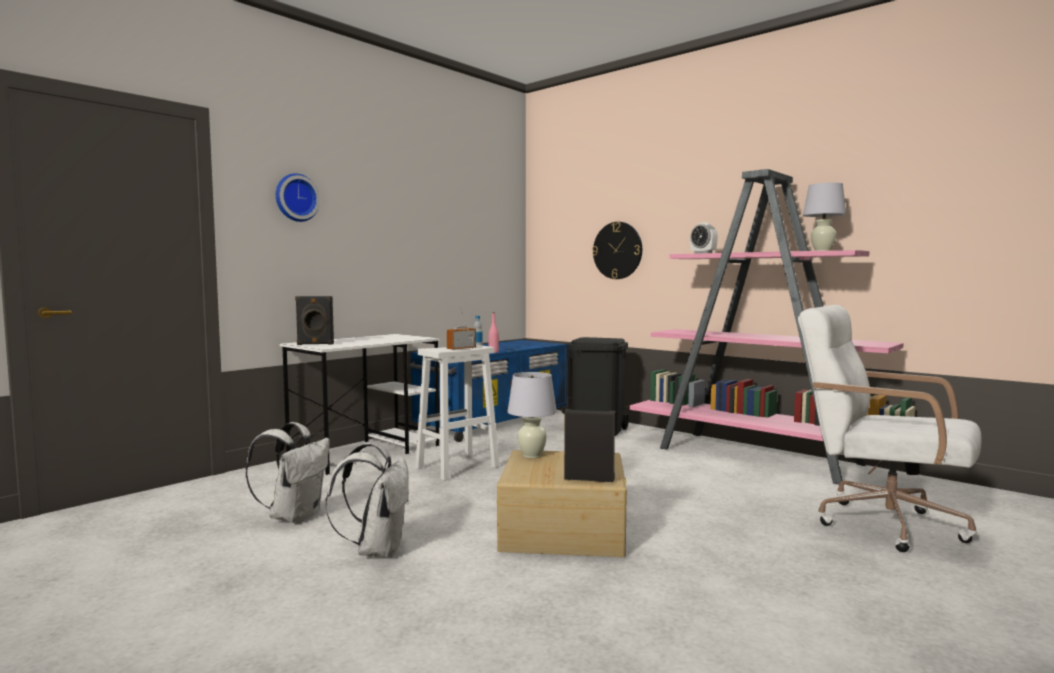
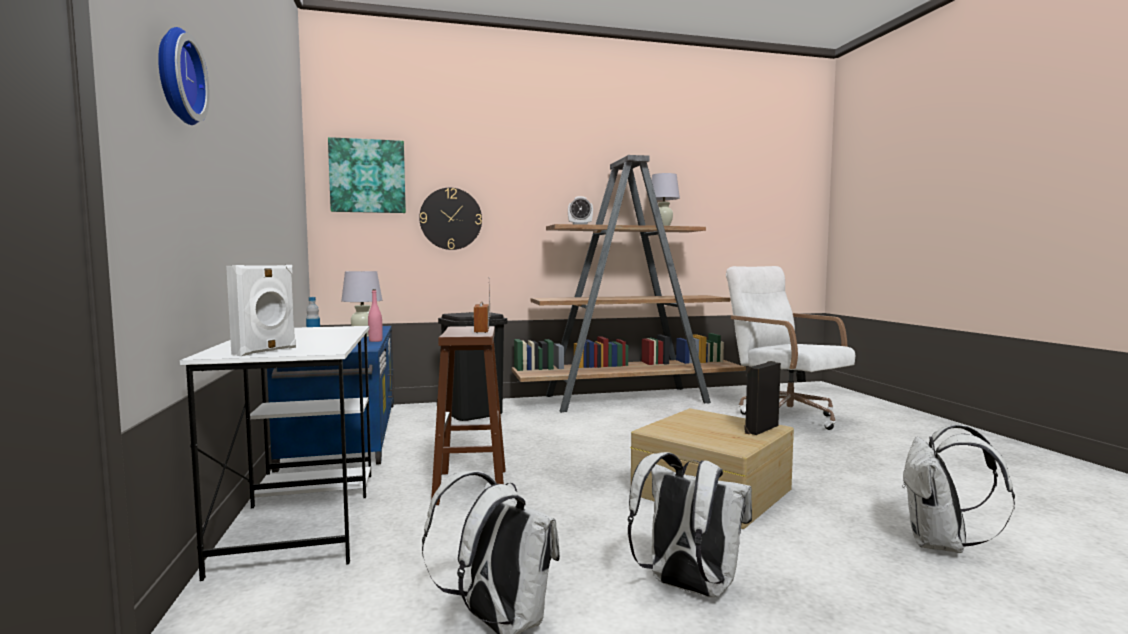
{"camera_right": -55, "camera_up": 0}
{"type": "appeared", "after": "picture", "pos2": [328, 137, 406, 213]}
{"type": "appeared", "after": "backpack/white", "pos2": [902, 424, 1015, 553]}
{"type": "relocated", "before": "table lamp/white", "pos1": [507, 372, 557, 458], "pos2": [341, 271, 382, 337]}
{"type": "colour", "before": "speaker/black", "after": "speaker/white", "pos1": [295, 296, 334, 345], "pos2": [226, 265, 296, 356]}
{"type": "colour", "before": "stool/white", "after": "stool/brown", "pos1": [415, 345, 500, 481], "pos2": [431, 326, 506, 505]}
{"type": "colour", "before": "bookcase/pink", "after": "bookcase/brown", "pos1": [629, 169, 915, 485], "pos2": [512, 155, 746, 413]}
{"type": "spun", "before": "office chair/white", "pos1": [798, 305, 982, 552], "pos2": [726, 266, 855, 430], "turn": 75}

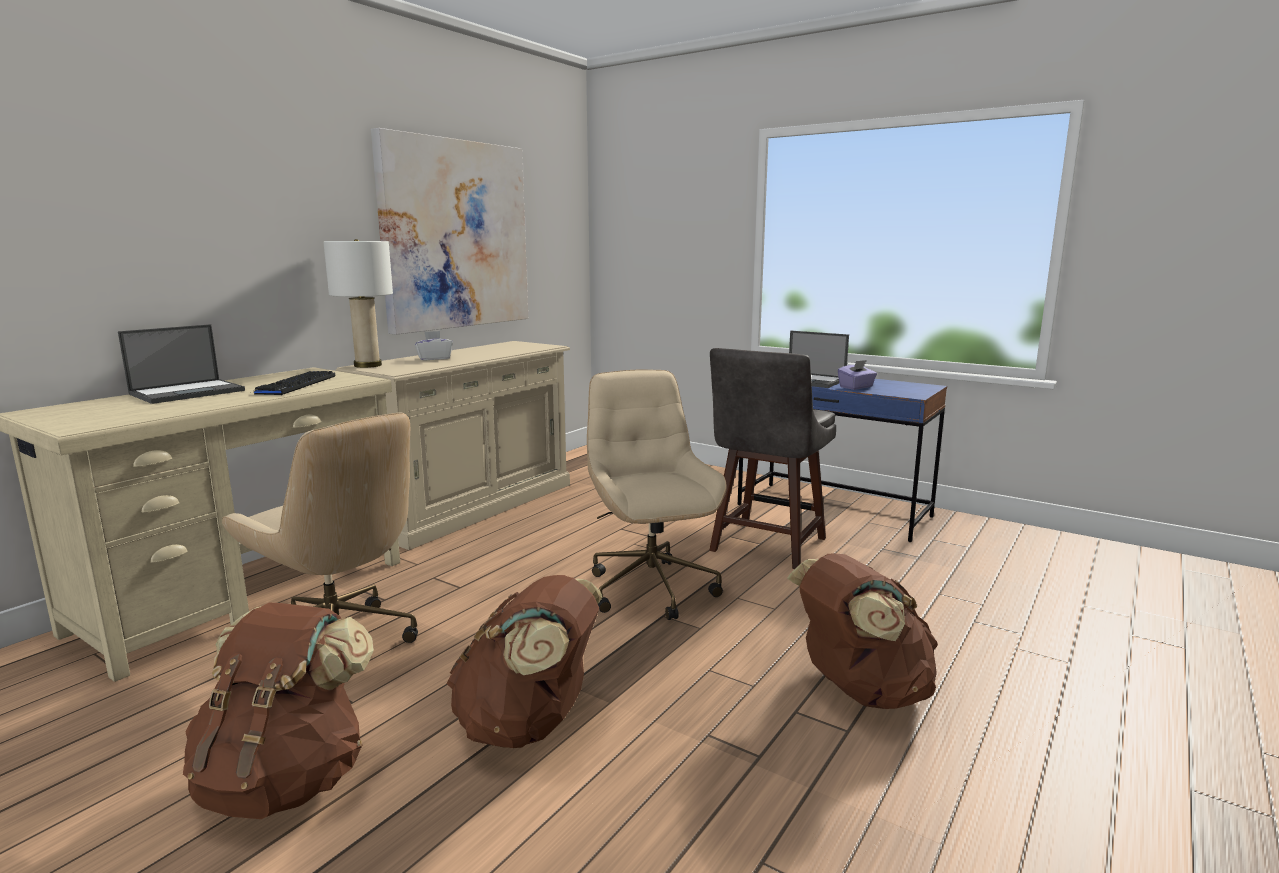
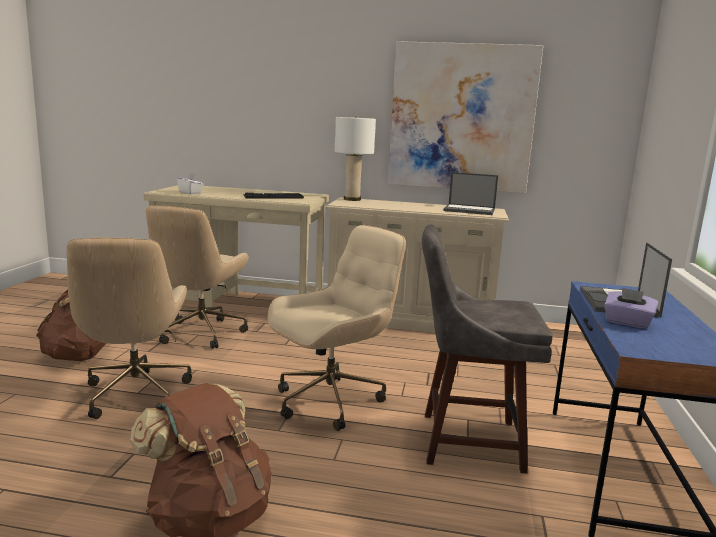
{"camera_right": 65, "camera_up": 0}
{"type": "relocated", "before": "laptop", "pos1": [118, 324, 245, 404], "pos2": [443, 172, 498, 215]}
{"type": "relocated", "before": "tissue box/white", "pos1": [415, 331, 453, 360], "pos2": [177, 173, 204, 194]}
{"type": "exchanged", "before": "backpack/brown", "after": "office chair/beige", "pos1": [446, 575, 602, 748], "pos2": [66, 238, 192, 419]}

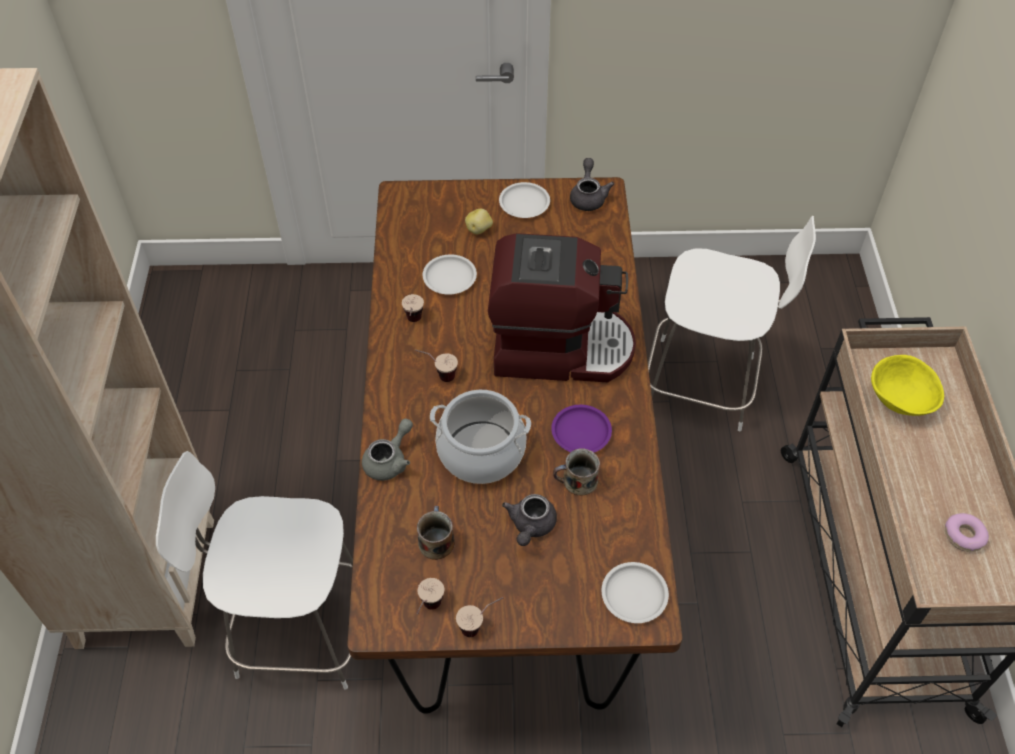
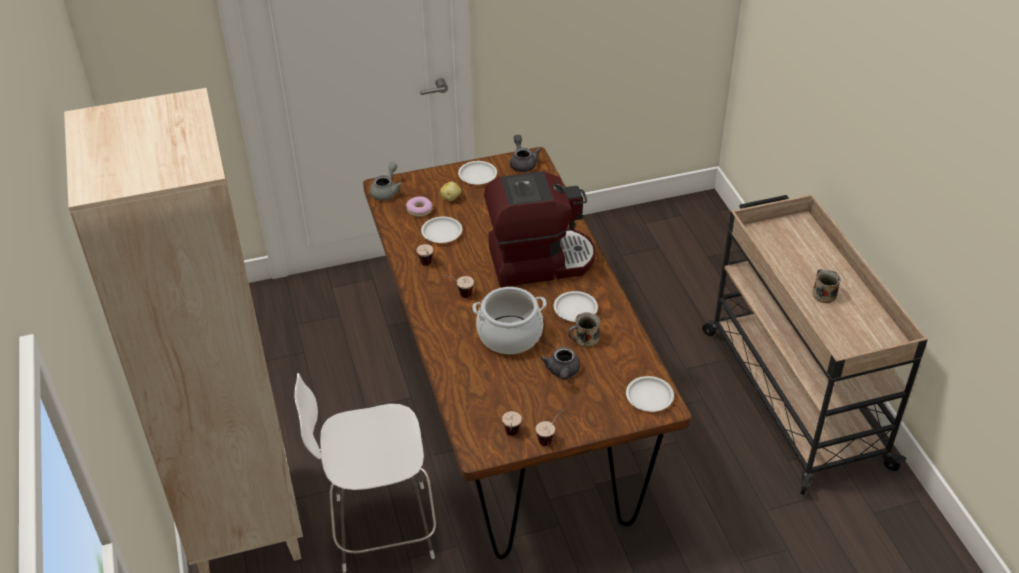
{"camera_right": -15, "camera_up": -10}
{"type": "missing", "before": "stool/white", "pos1": [648, 216, 816, 432]}
{"type": "missing", "before": "bowl/yellow", "pos1": [871, 355, 944, 416]}
{"type": "relocated", "before": "teapot/grey", "pos1": [362, 418, 413, 481], "pos2": [370, 162, 402, 201]}
{"type": "relocated", "before": "mug", "pos1": [417, 506, 455, 560], "pos2": [813, 269, 841, 303]}
{"type": "relocated", "before": "donut", "pos1": [945, 513, 989, 552], "pos2": [406, 196, 432, 217]}
{"type": "colour", "before": "plate/purple", "after": "plate/white", "pos1": [551, 405, 612, 452], "pos2": [554, 291, 598, 322]}

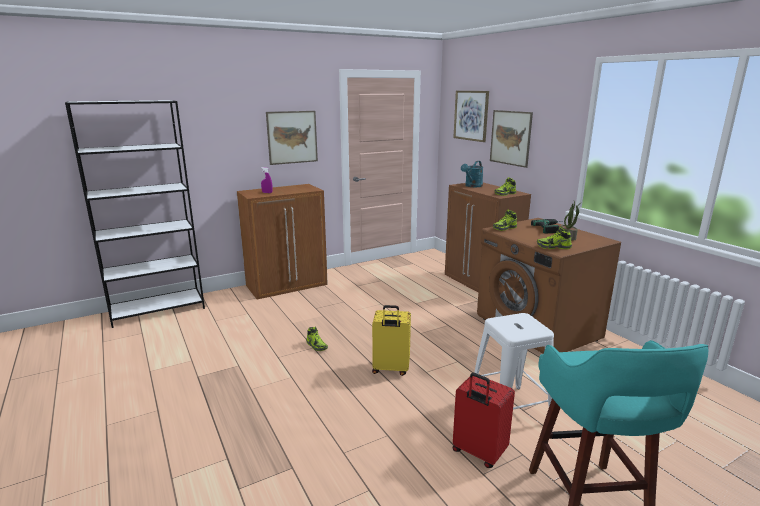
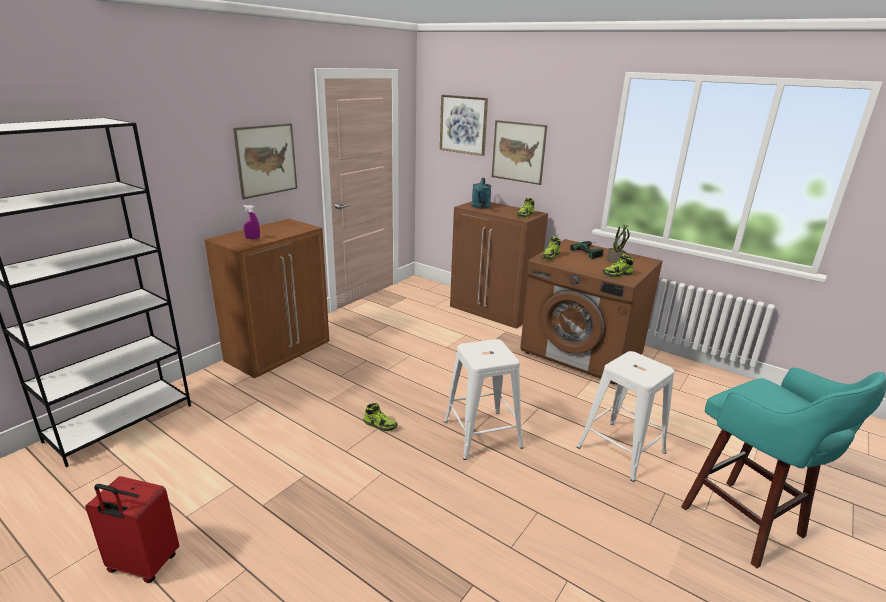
{"camera_right": -25, "camera_up": 5}
{"type": "relocated", "before": "suitcase/red", "pos1": [453, 373, 515, 468], "pos2": [85, 476, 179, 583]}
{"type": "exchanged", "before": "suitcase/yellow", "after": "stool/white", "pos1": [372, 305, 411, 376], "pos2": [444, 339, 524, 460]}

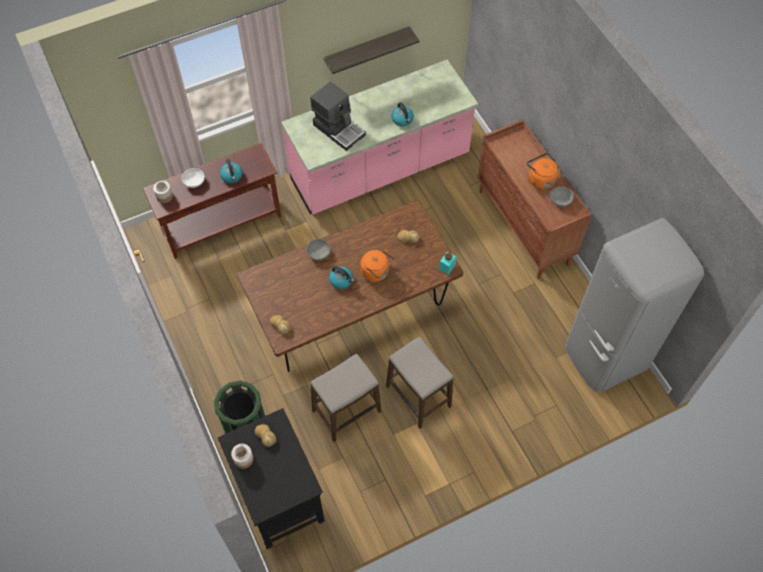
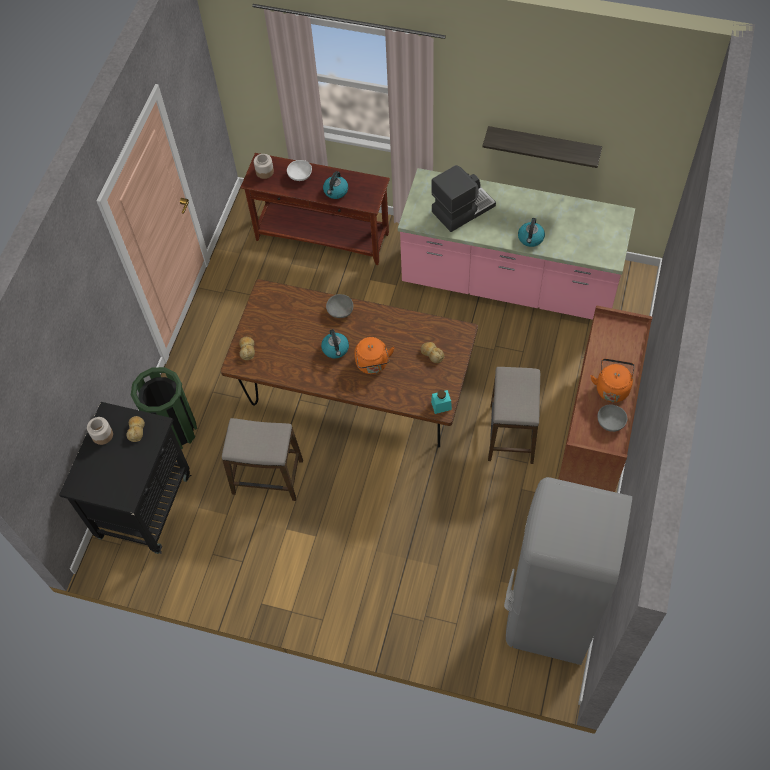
{"camera_right": 45, "camera_up": 0}
{"type": "relocated", "before": "stool", "pos1": [386, 337, 453, 429], "pos2": [488, 367, 540, 464]}
{"type": "spun", "before": "coffee machine", "pos1": [310, 81, 366, 151], "pos2": [431, 165, 496, 232], "turn": -120}

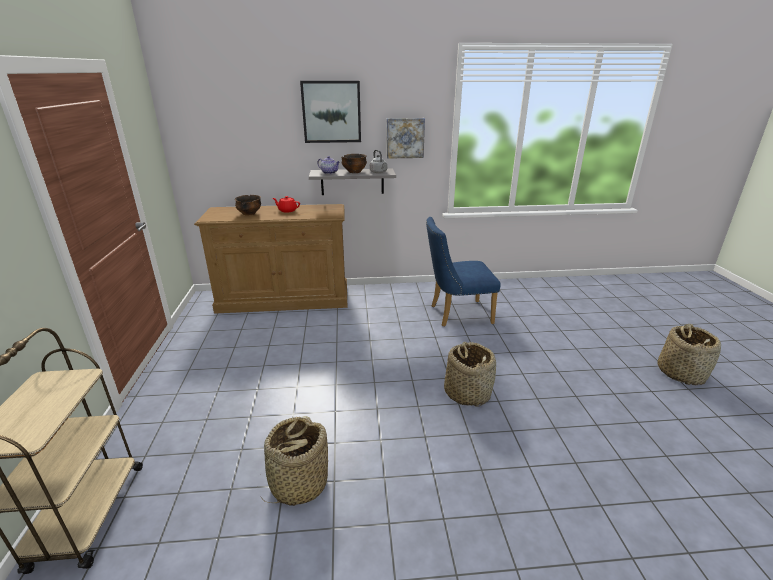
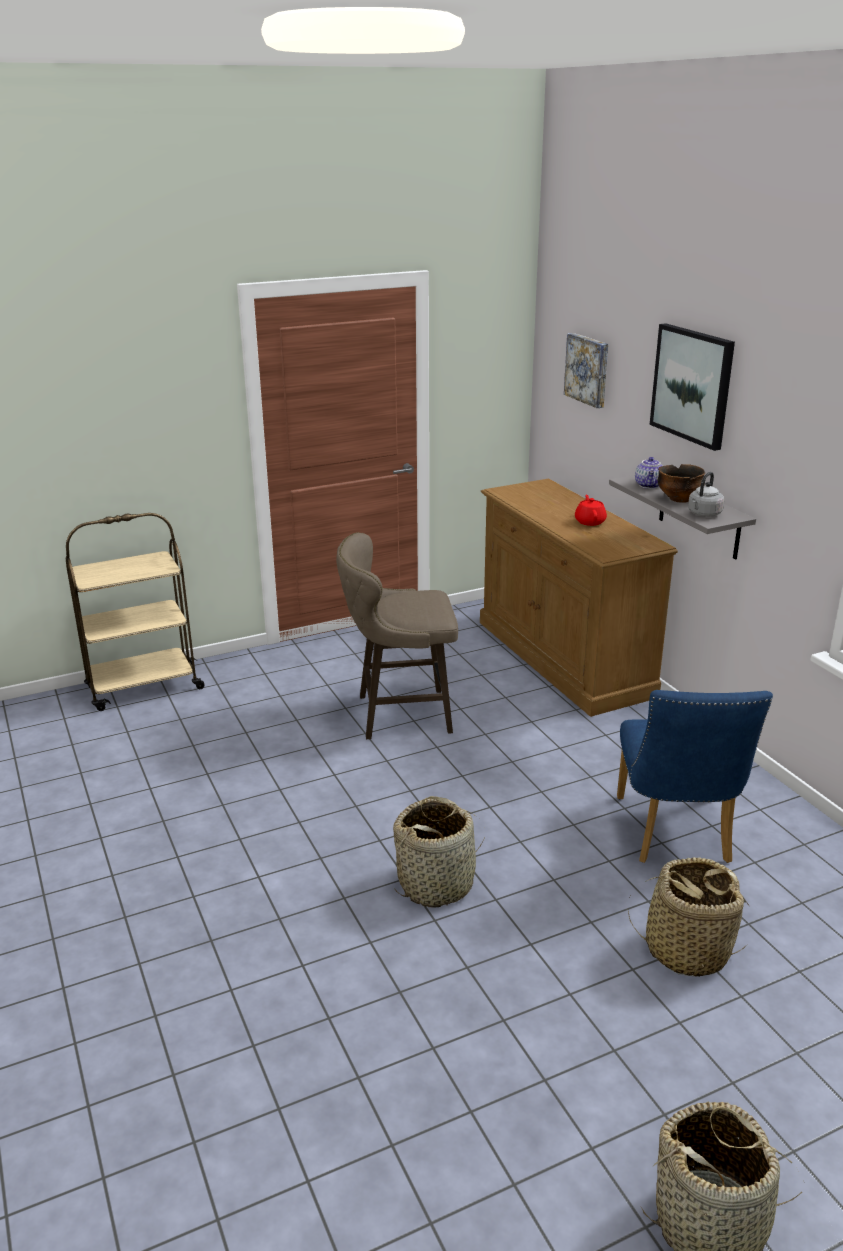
{"camera_right": 70, "camera_up": 0}
{"type": "missing", "before": "bowl", "pos1": [235, 195, 261, 215]}
{"type": "appeared", "after": "stool/beige", "pos2": [336, 532, 458, 739]}
{"type": "relocated", "before": "basket", "pos1": [259, 416, 328, 506], "pos2": [628, 857, 750, 977]}
{"type": "relocated", "before": "picture", "pos1": [387, 118, 425, 159], "pos2": [564, 333, 608, 408]}
{"type": "spun", "before": "chair/blue", "pos1": [426, 217, 501, 327], "pos2": [617, 690, 773, 863], "turn": -150}

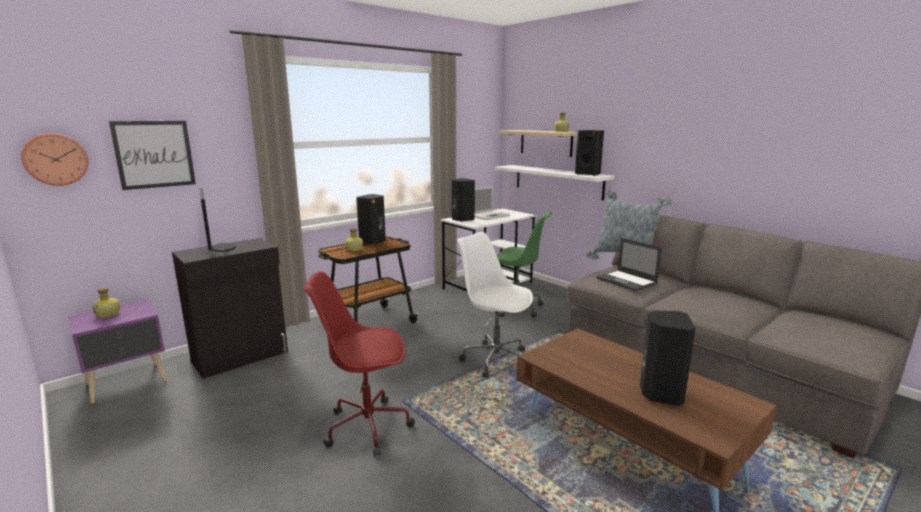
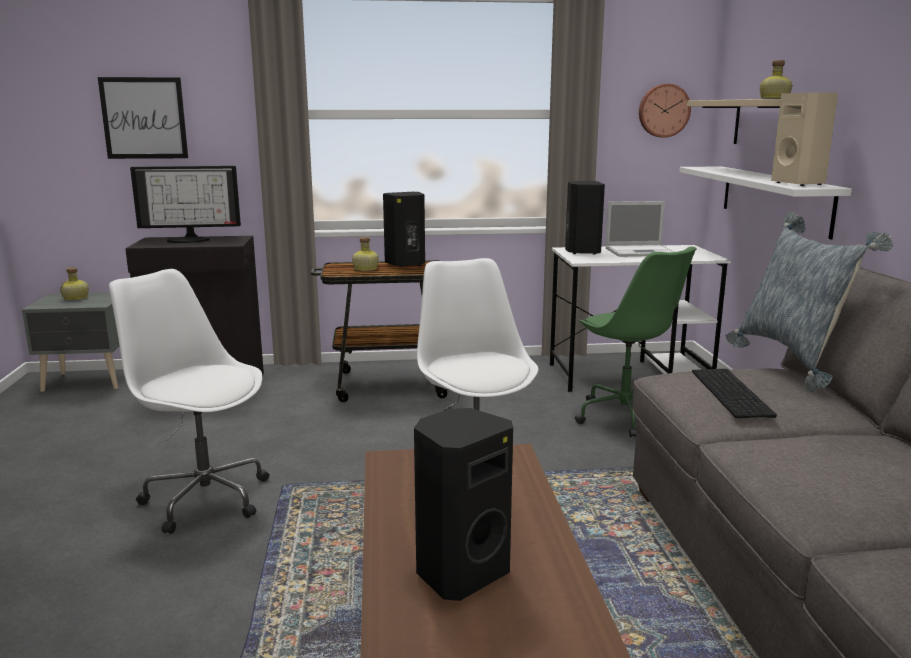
{"camera_right": 35, "camera_up": 0}
{"type": "relocated", "before": "wall clock", "pos1": [22, 133, 88, 186], "pos2": [639, 84, 691, 138]}
{"type": "exchanged", "before": "laptop", "after": "keyboard", "pos1": [596, 238, 662, 291], "pos2": [692, 369, 777, 418]}
{"type": "colour", "before": "nightstand/purple", "after": "nightstand/grey", "pos1": [68, 300, 167, 403], "pos2": [22, 292, 119, 392]}
{"type": "colour", "before": "office chair/red", "after": "office chair/white", "pos1": [303, 271, 415, 456], "pos2": [109, 269, 269, 534]}
{"type": "colour", "before": "speaker/black", "after": "speaker/beige", "pos1": [575, 130, 604, 176], "pos2": [771, 93, 838, 186]}
{"type": "spun", "before": "monitor", "pos1": [200, 188, 236, 252], "pos2": [130, 166, 241, 243], "turn": 75}

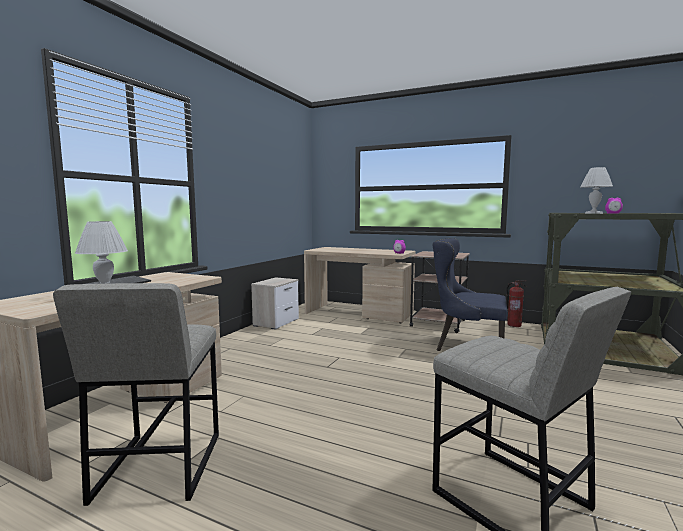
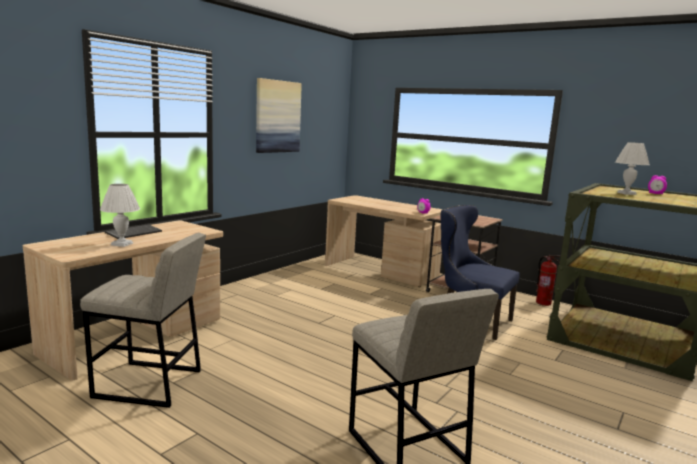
{"camera_right": 10, "camera_up": 5}
{"type": "missing", "before": "nightstand", "pos1": [251, 277, 299, 330]}
{"type": "appeared", "after": "picture", "pos2": [256, 78, 302, 153]}
{"type": "spun", "before": "chair/grey", "pos1": [53, 283, 219, 506], "pos2": [80, 233, 206, 408], "turn": -90}

